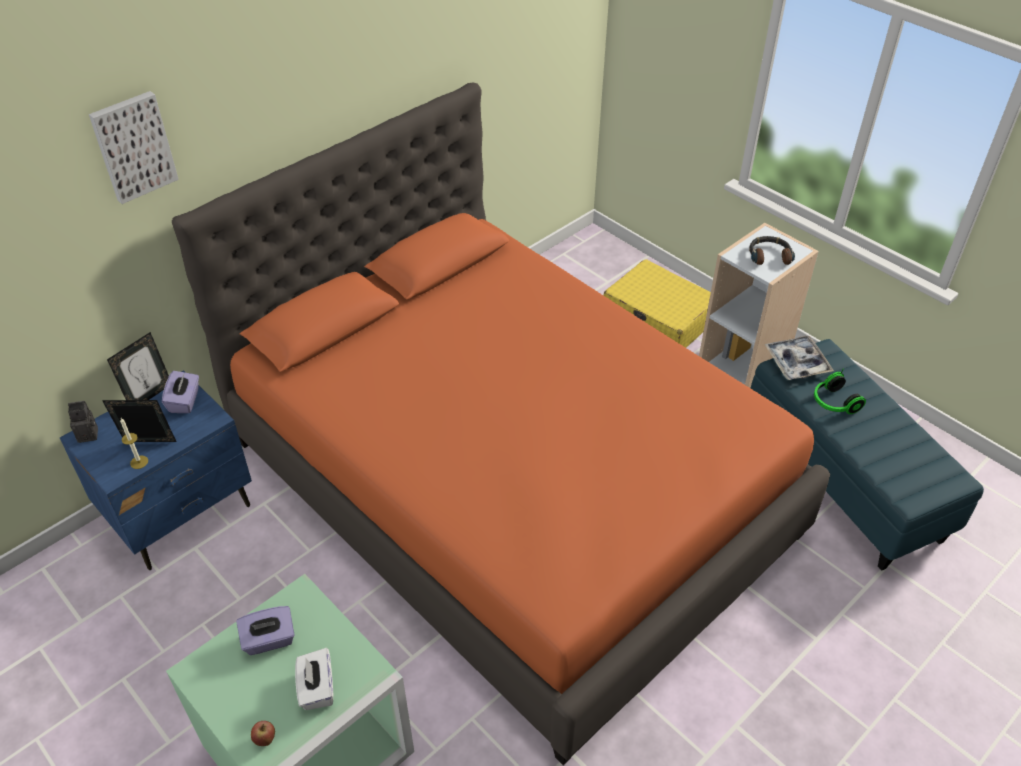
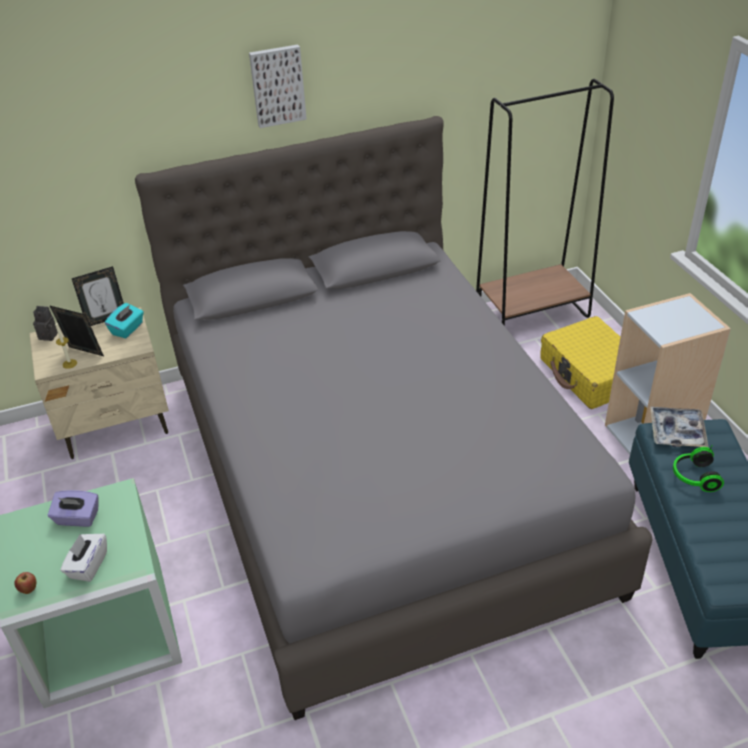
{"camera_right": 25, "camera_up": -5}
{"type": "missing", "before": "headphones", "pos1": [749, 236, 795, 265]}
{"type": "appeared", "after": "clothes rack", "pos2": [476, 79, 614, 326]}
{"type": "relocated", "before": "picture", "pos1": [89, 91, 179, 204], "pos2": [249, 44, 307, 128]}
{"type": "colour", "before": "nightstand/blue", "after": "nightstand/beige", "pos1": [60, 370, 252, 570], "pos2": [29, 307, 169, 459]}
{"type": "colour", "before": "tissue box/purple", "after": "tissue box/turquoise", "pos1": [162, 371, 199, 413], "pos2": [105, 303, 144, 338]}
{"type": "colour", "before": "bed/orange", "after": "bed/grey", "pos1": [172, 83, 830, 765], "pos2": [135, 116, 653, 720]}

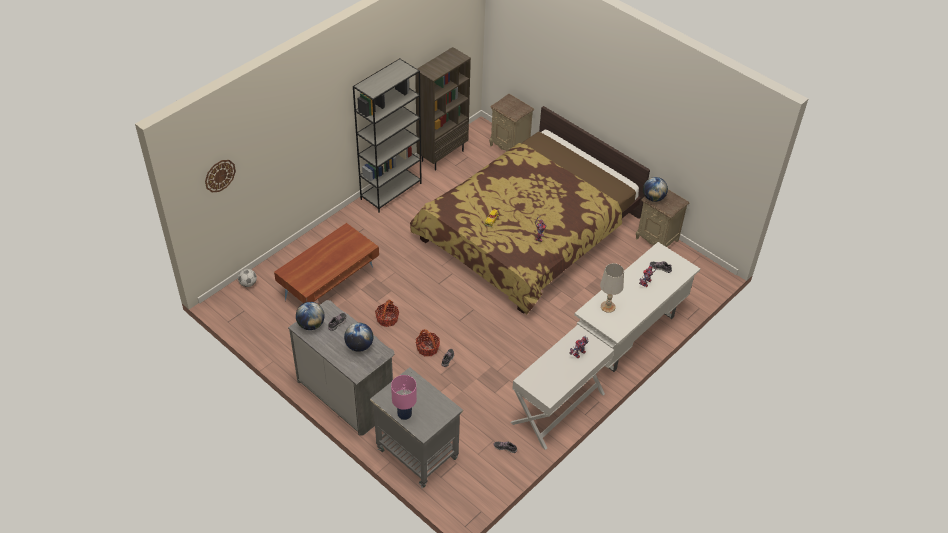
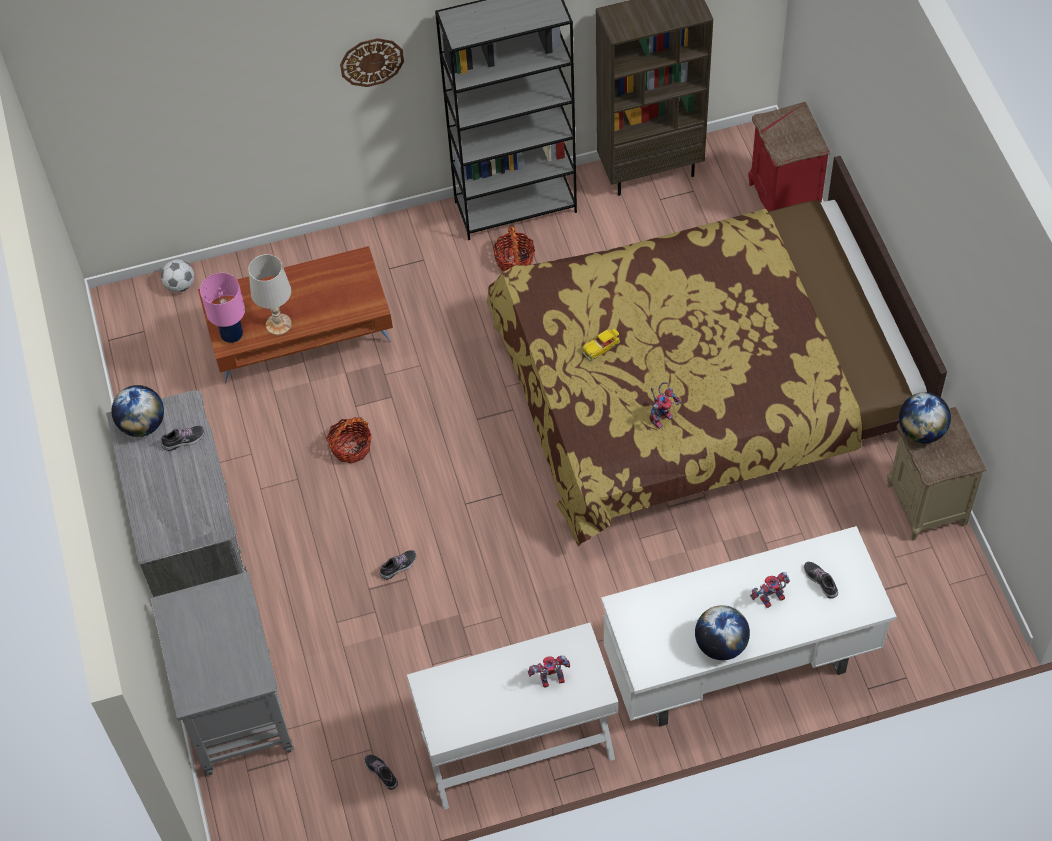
{"camera_right": 35, "camera_up": 10}
{"type": "relocated", "before": "wall clock", "pos1": [205, 160, 236, 192], "pos2": [340, 38, 404, 87]}
{"type": "relocated", "before": "globe", "pos1": [344, 323, 373, 352], "pos2": [695, 605, 750, 660]}
{"type": "relocated", "before": "table lamp/pink", "pos1": [391, 375, 417, 420], "pos2": [200, 273, 245, 343]}
{"type": "relocated", "before": "basket", "pos1": [416, 329, 440, 356], "pos2": [493, 227, 535, 271]}
{"type": "relocated", "before": "table lamp/white", "pos1": [600, 263, 624, 313], "pos2": [248, 254, 292, 335]}
{"type": "colour", "before": "nightstand/beige", "after": "nightstand/red", "pos1": [489, 94, 534, 151], "pos2": [748, 102, 830, 211]}

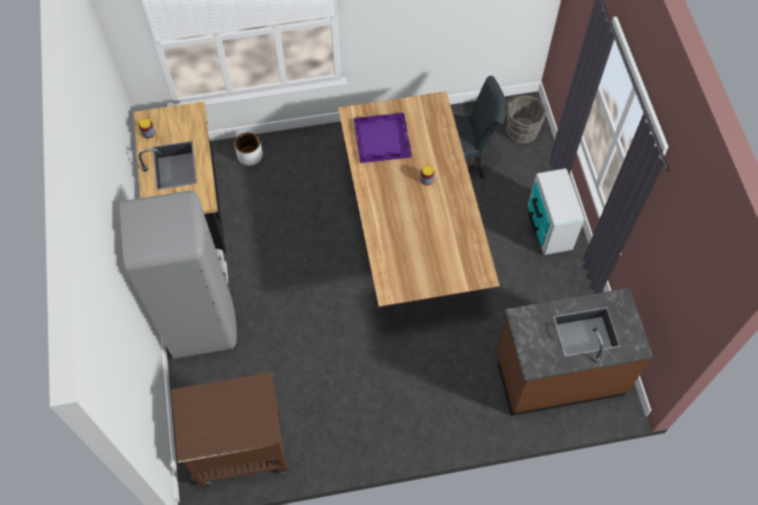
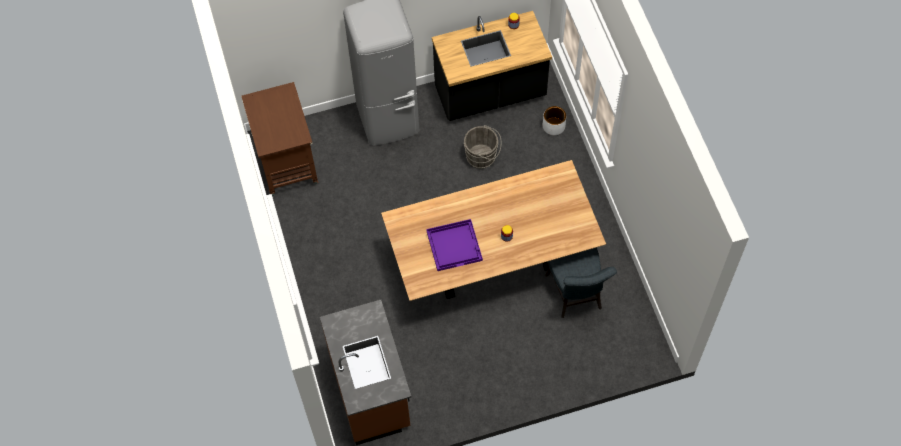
{"camera_right": 85, "camera_up": 0}
{"type": "missing", "before": "nightstand/white", "pos1": [528, 168, 584, 255]}
{"type": "relocated", "before": "tray/purple", "pos1": [354, 113, 411, 163], "pos2": [426, 219, 483, 271]}
{"type": "relocated", "before": "bucket/grey", "pos1": [506, 95, 548, 144], "pos2": [464, 125, 502, 169]}

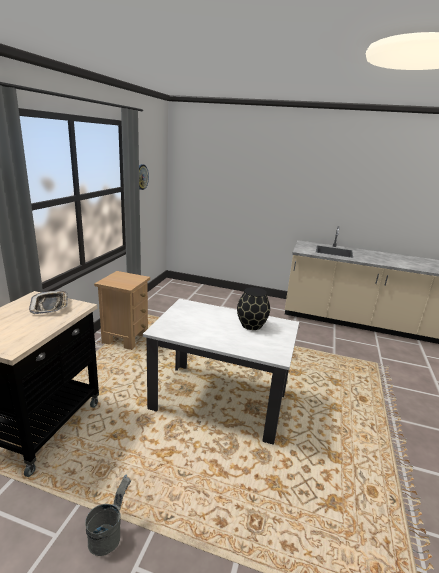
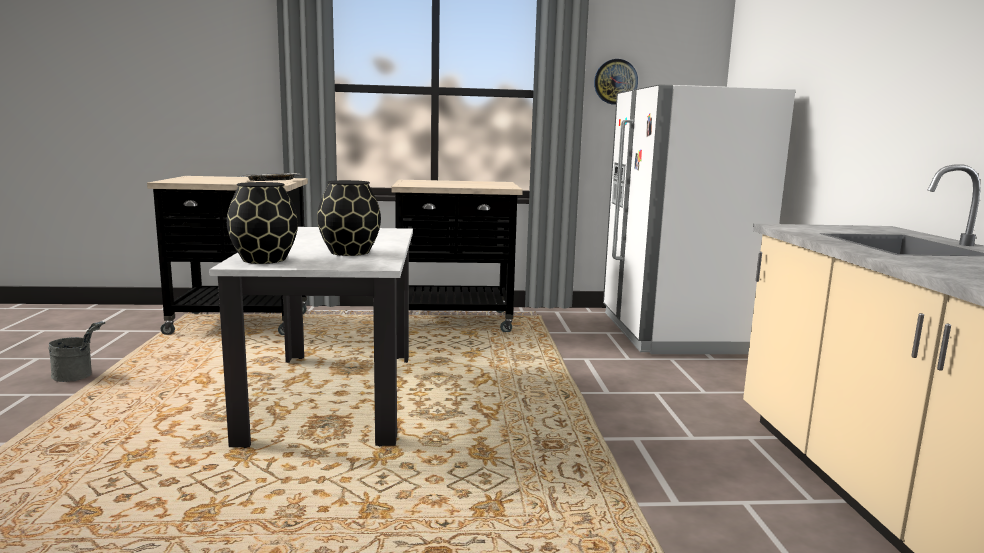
{"camera_right": 70, "camera_up": -10}
{"type": "appeared", "after": "vase/black", "pos2": [227, 182, 298, 264]}
{"type": "appeared", "after": "fridge/white", "pos2": [603, 84, 796, 354]}
{"type": "exchanged", "before": "nightstand/beige", "after": "cart/black", "pos1": [94, 271, 150, 350], "pos2": [391, 180, 523, 332]}

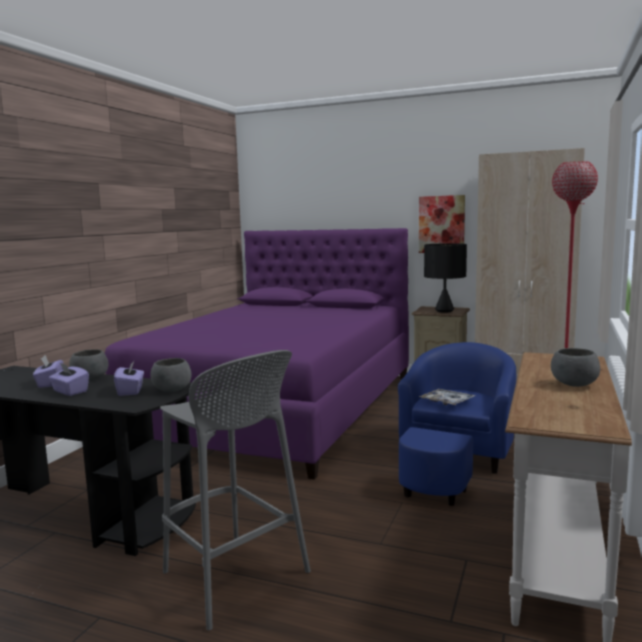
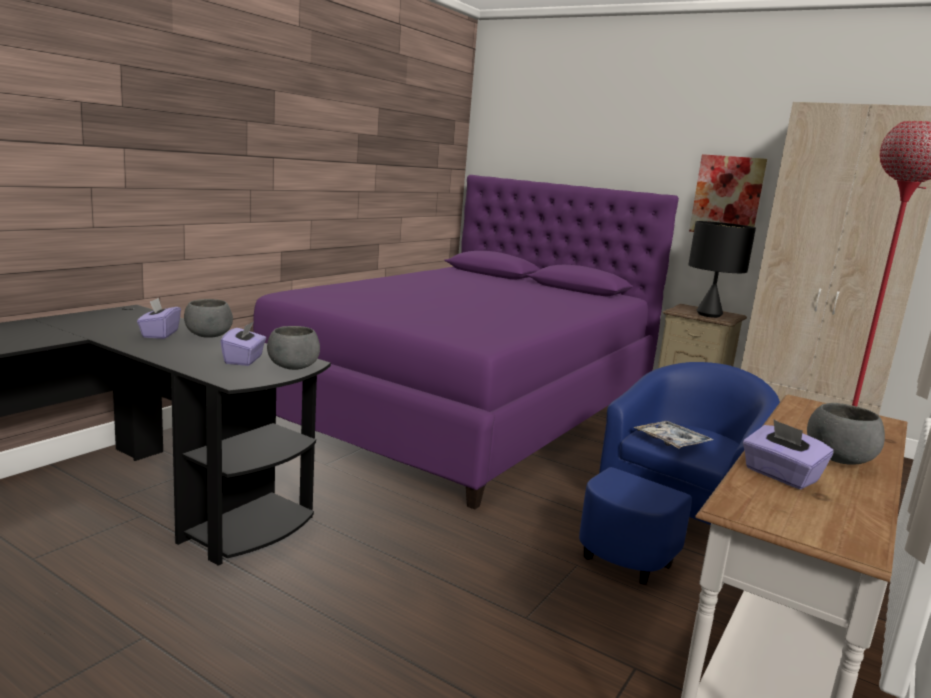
{"camera_right": 10, "camera_up": 5}
{"type": "missing", "before": "stool/grey", "pos1": [160, 350, 311, 630]}
{"type": "relocated", "before": "tissue box/purple", "pos1": [49, 363, 89, 396], "pos2": [743, 419, 834, 490]}

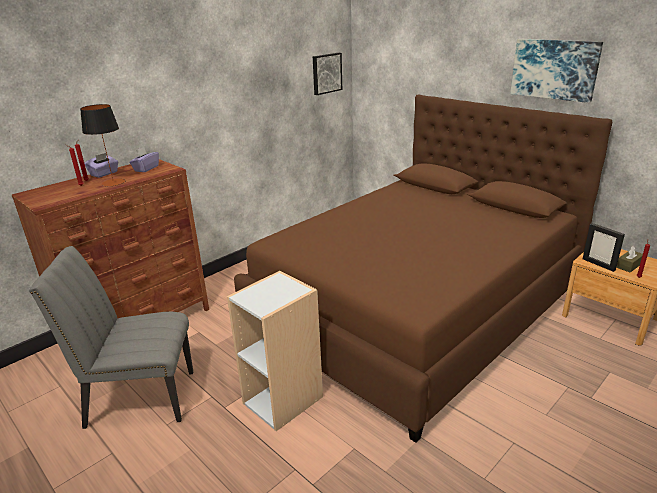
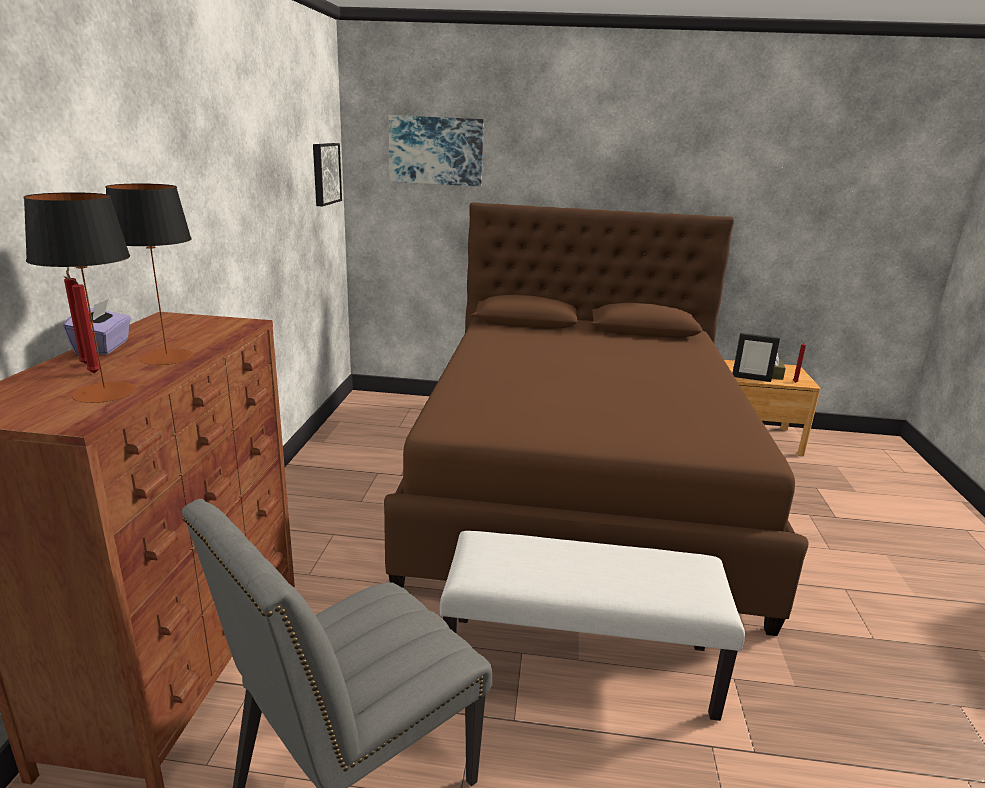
{"camera_right": -40, "camera_up": -5}
{"type": "missing", "before": "tissue box/purple", "pos1": [129, 147, 159, 172]}
{"type": "appeared", "after": "table lamp", "pos2": [23, 192, 136, 403]}
{"type": "relocated", "before": "picture", "pos1": [510, 39, 603, 103], "pos2": [389, 115, 484, 187]}
{"type": "exchanged", "before": "bookcase", "after": "bench/white", "pos1": [227, 271, 323, 431], "pos2": [440, 531, 745, 721]}

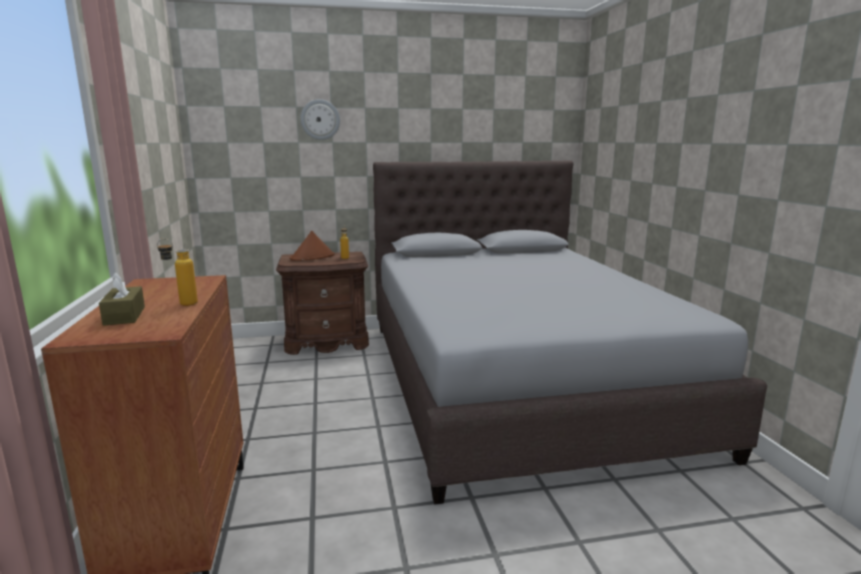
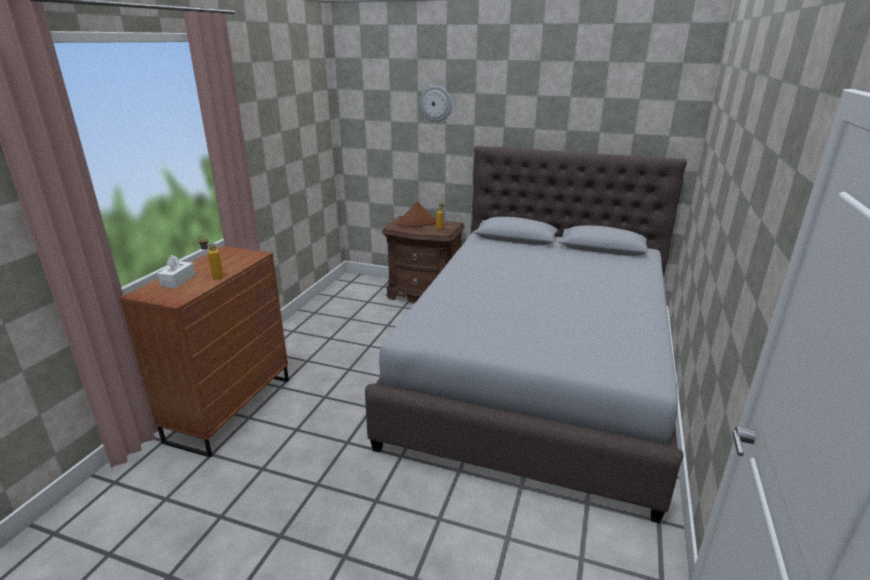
{"camera_right": 30, "camera_up": 10}
{"type": "colour", "before": "tissue box/brown", "after": "tissue box/white", "pos1": [99, 272, 145, 326], "pos2": [158, 255, 195, 288]}

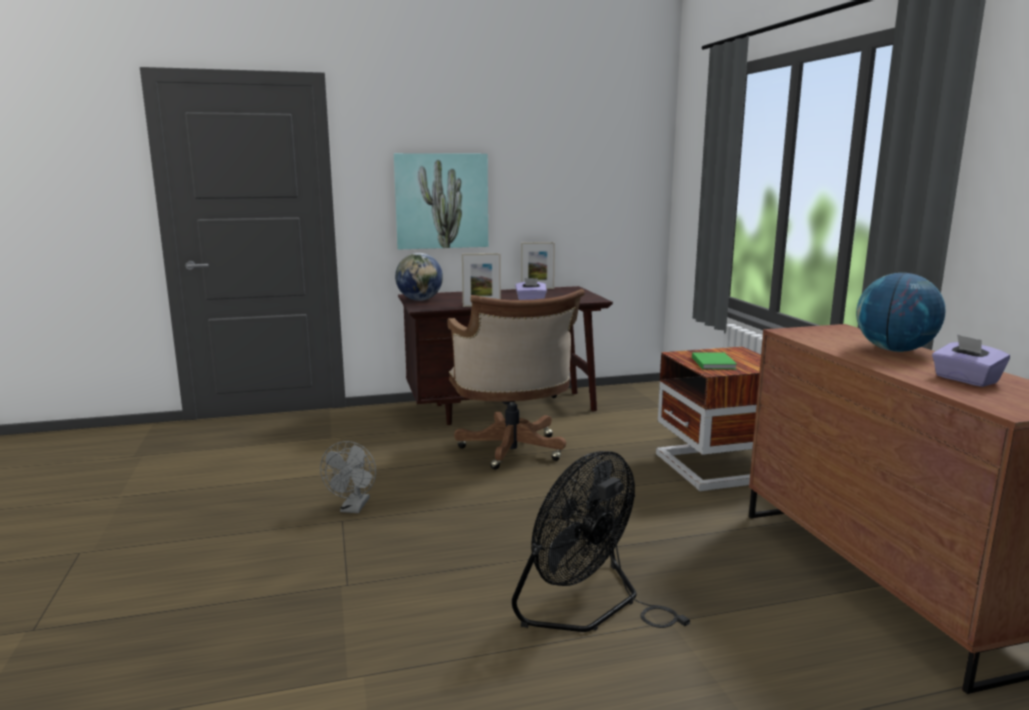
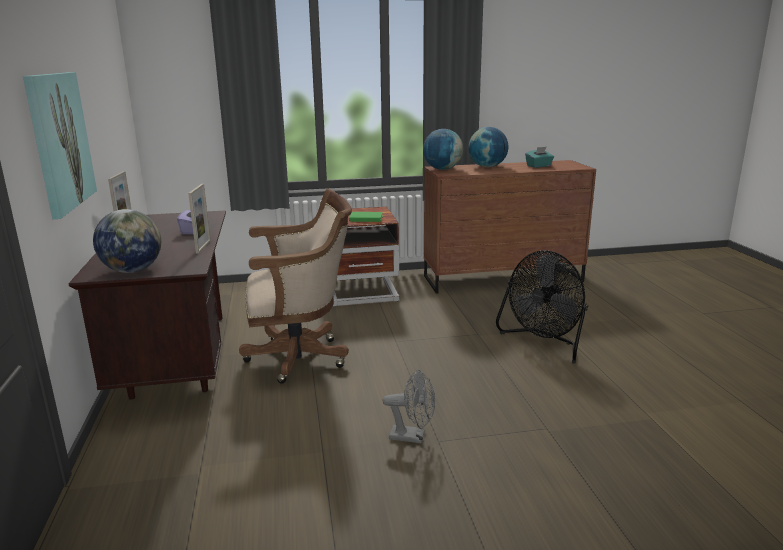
{"camera_right": -85, "camera_up": 5}
{"type": "appeared", "after": "globe", "pos2": [423, 129, 463, 170]}
{"type": "colour", "before": "tissue box/purple", "after": "tissue box/turquoise", "pos1": [932, 334, 1010, 387], "pos2": [525, 147, 554, 168]}

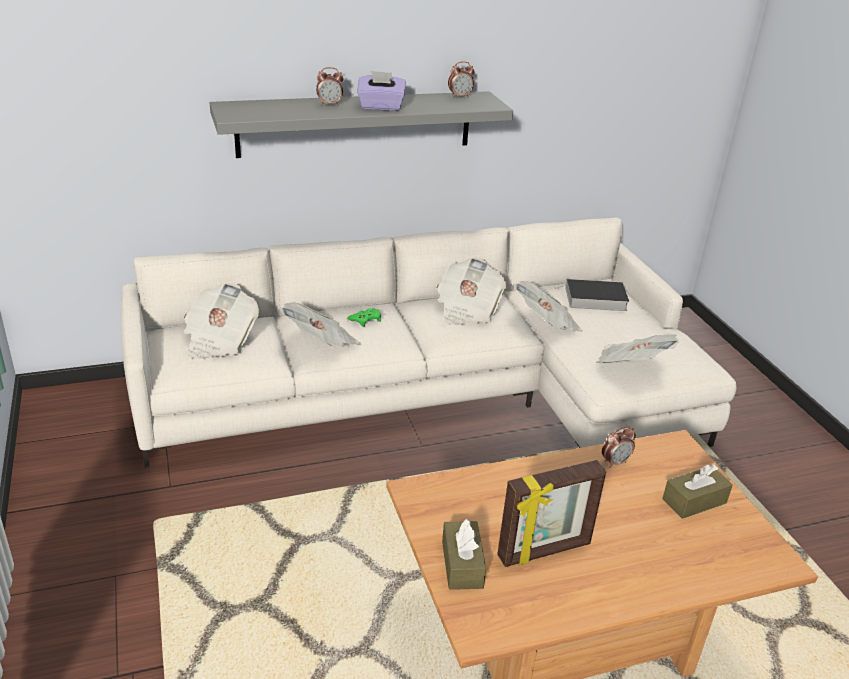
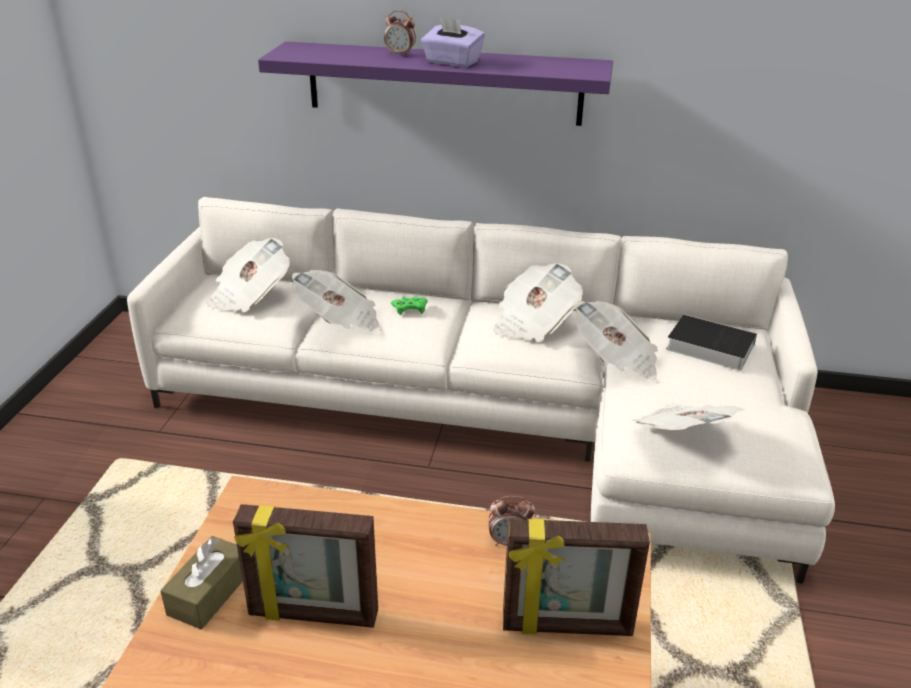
{"camera_right": 30, "camera_up": 0}
{"type": "missing", "before": "alarm clock", "pos1": [448, 61, 474, 98]}
{"type": "exchanged", "before": "tissue box/brown", "after": "picture frame", "pos1": [662, 464, 733, 519], "pos2": [503, 519, 650, 636]}
{"type": "colour", "before": "shelf/grey", "after": "shelf/purple", "pos1": [210, 91, 513, 158], "pos2": [258, 42, 613, 126]}

